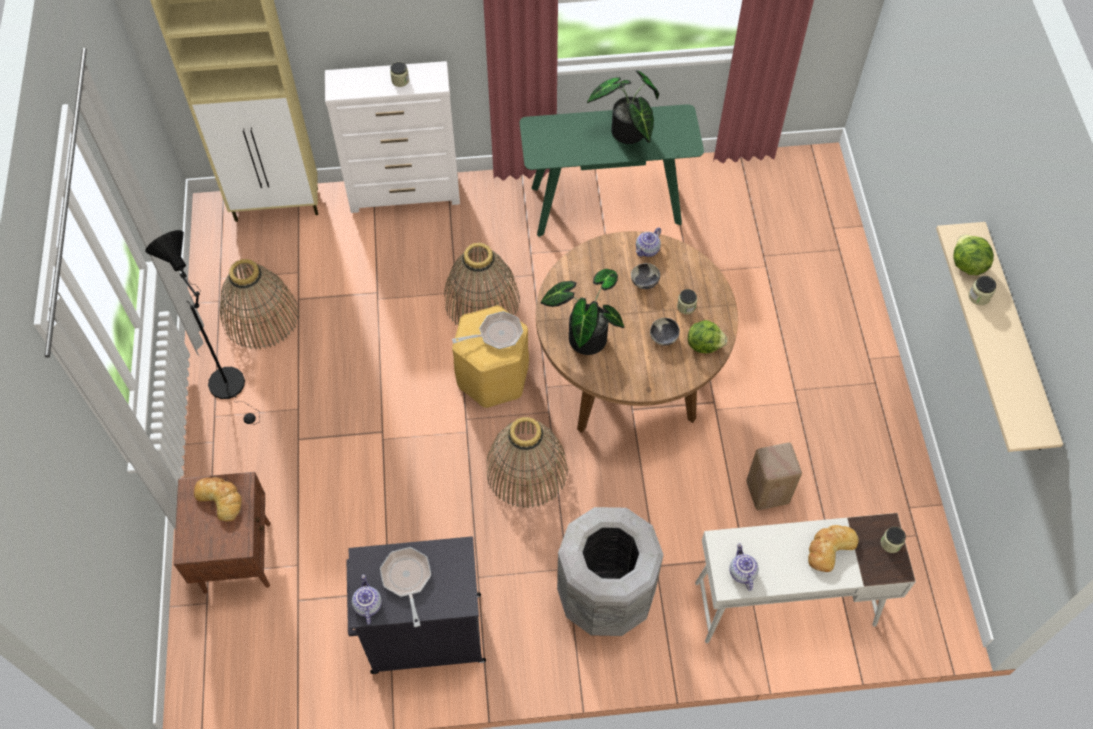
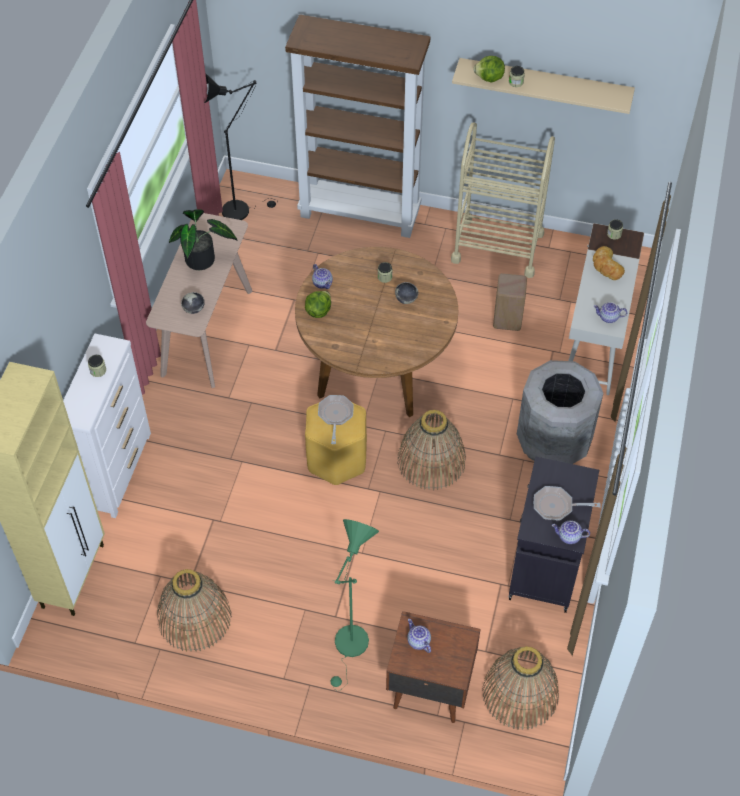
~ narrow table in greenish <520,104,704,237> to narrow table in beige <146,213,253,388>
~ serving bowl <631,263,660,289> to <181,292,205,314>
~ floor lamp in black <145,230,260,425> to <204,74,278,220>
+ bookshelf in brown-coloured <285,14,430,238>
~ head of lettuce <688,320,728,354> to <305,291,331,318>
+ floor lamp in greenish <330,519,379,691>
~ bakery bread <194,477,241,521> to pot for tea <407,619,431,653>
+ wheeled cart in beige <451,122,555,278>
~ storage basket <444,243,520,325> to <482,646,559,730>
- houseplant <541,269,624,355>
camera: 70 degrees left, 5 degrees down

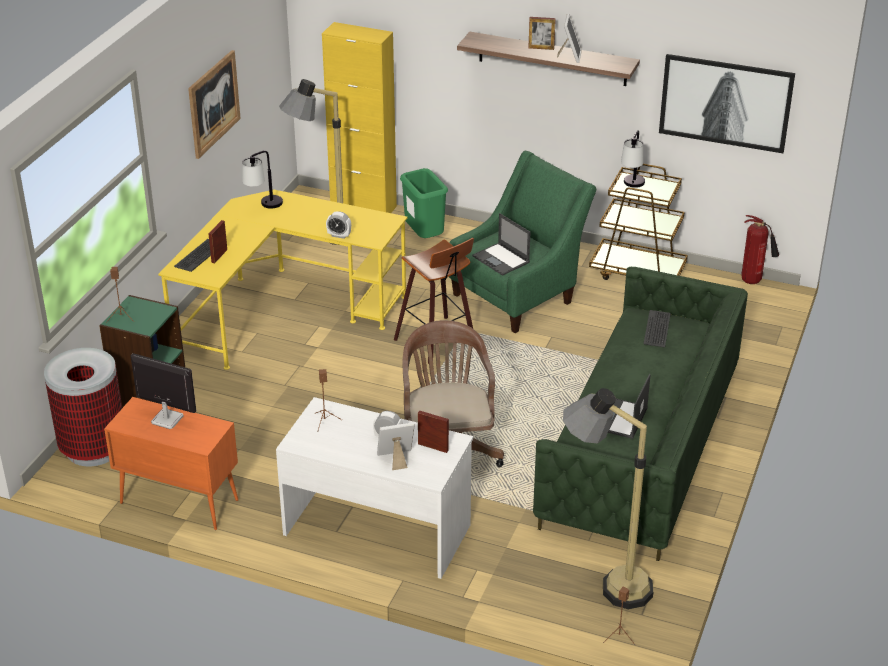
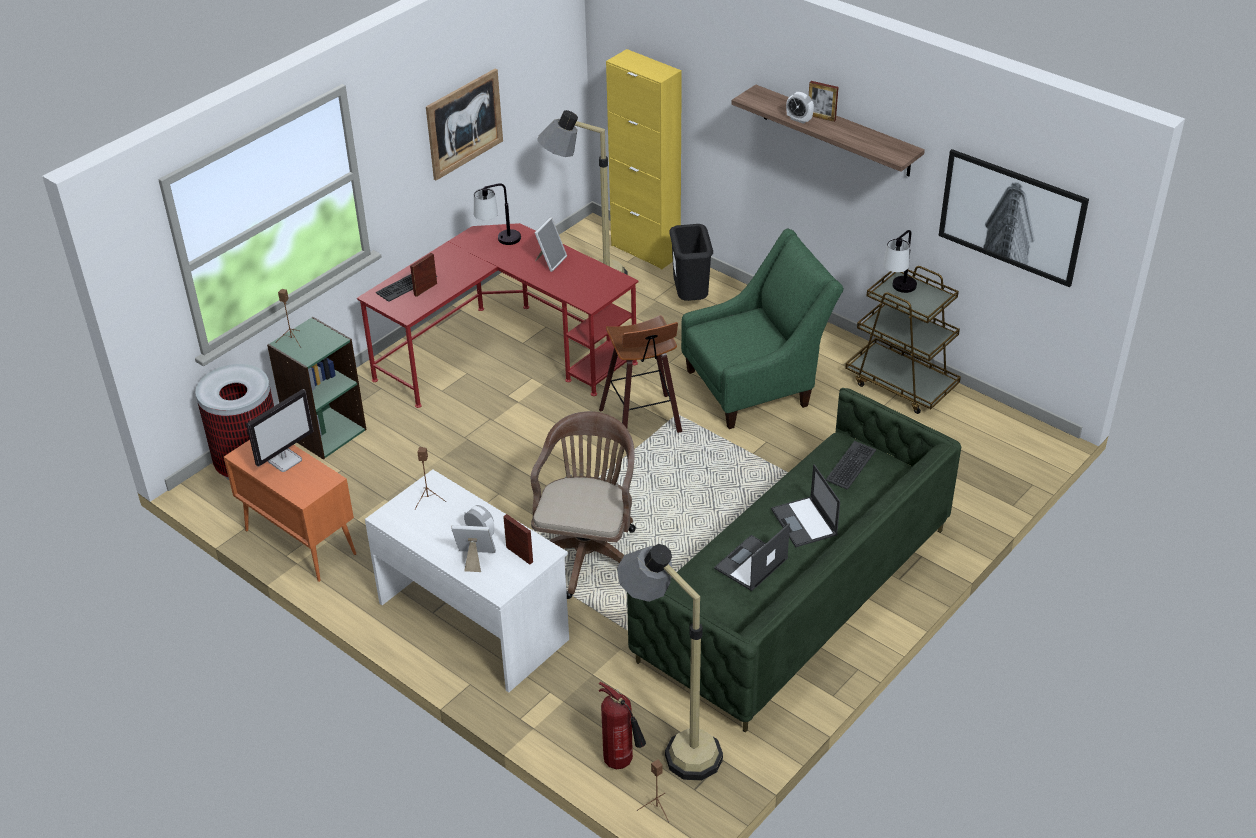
~ monitor <131,353,196,429> = <246,389,313,472> 90 degrees clockwise
~ desk in yellow <158,190,407,370> to desk in reddish <357,223,639,408>
~ standing frame <557,14,582,63> to <535,217,567,272>
~ fire extinguisher <741,215,779,284> to <599,682,646,769>
~ trash can in greenish <400,168,448,238> to trash can in black <669,224,713,301>
~ portable computer <472,213,530,276> to <771,464,840,548>
~ table clock <326,211,351,239> to <786,92,814,124>
camera: 20 degrees right, 5 degrees up

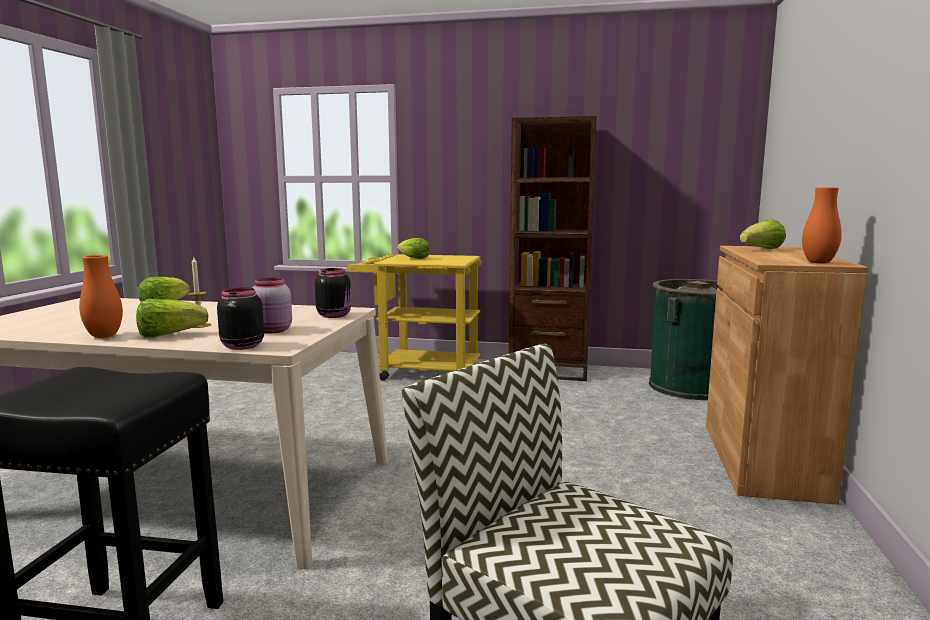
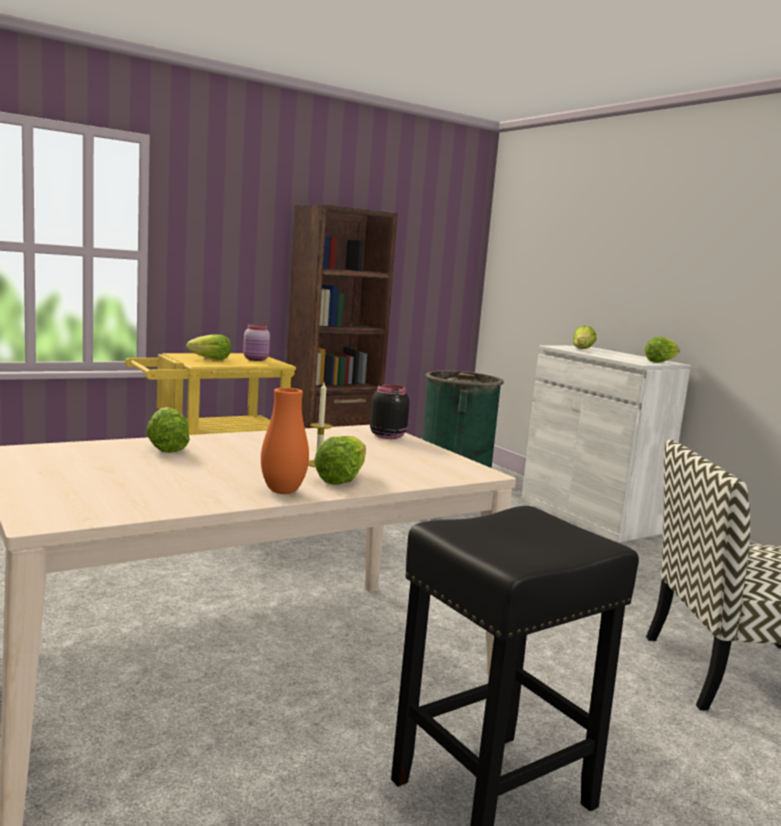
~ preserve jar in pink-coloured <253,278,292,334> to <243,324,270,361>
~ storage cabinet in brown-coloured <706,246,868,505> to storage cabinet in white-coloured <521,345,691,543>
~ flower vase in orange-coloured <802,187,842,263> to head of lettuce <644,337,680,363>
- preserve jar in black <217,288,264,350>
camera: 45 degrees left, 0 degrees up

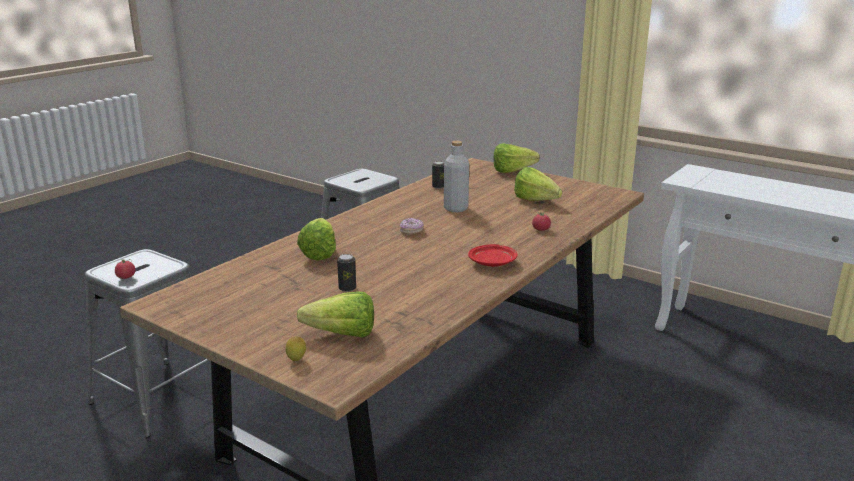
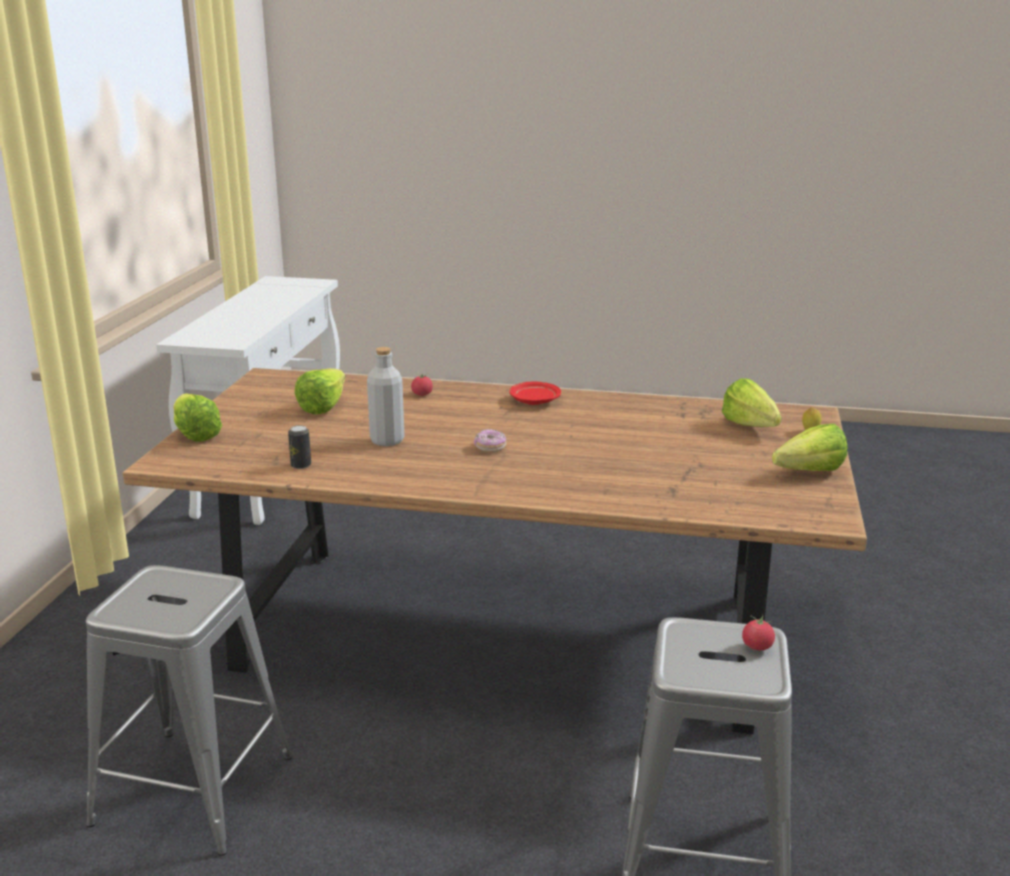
~ head of lettuce <297,218,336,261> to <772,424,847,471>
- sealed can <337,254,356,292>
camera: 115 degrees left, 0 degrees up

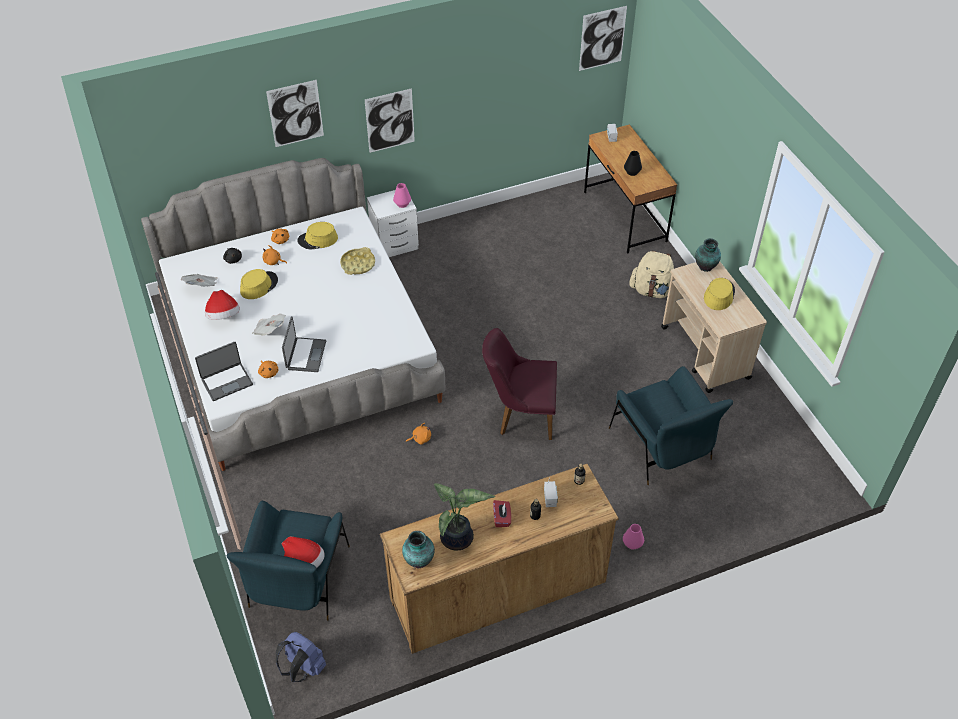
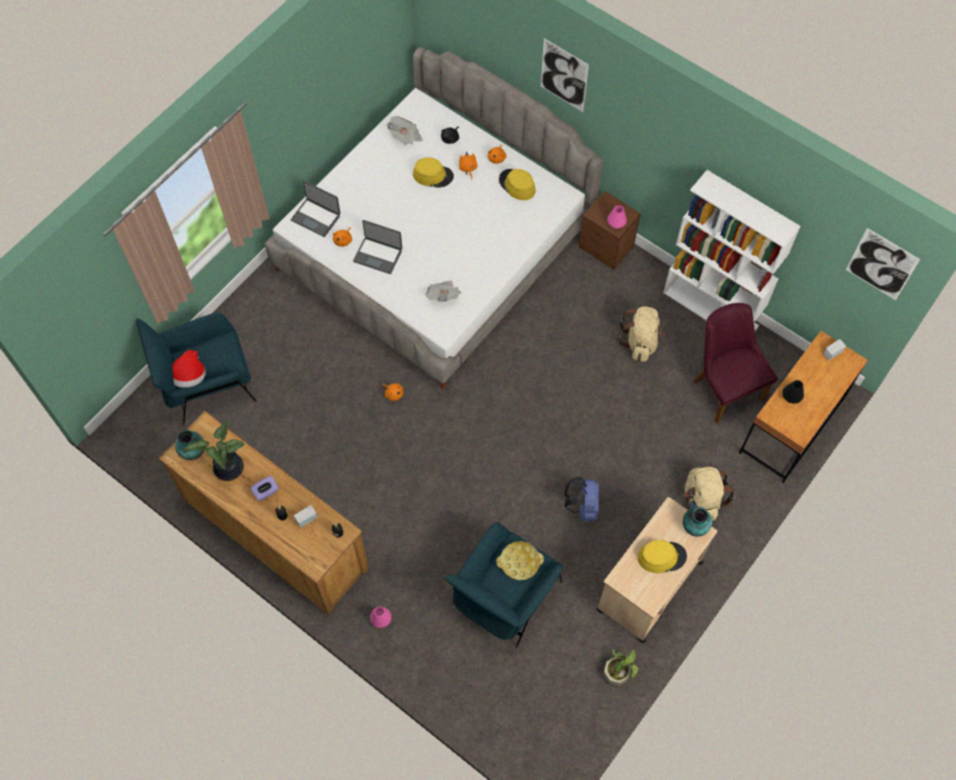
~ tissue holder in reddish <493,500,511,527> to tissue holder in purple-coloured <250,476,279,501>
~ portable computer <282,317,326,372> = <353,220,402,274> 45 degrees clockwise
~ printed paper <252,314,286,335> to <425,280,461,302>
~ carrying tray in yellow <340,247,375,275> to <496,541,544,580>
~ backpack in blue <276,632,326,682> to <564,477,599,522>
~ night table in white-coloured <367,190,419,257> to night table in brown-coloured <579,191,641,270>
+ houseplant <603,649,638,687>
+ backpack in beige <617,307,665,362>
+ bookshelf in white-coloured <663,170,801,331>
~ upright chair in purple-coloured <482,328,557,440> to <694,303,778,424>
- clothing hat <205,290,240,320>
- wall art <365,88,415,153>
camera: 60 degrees right, 15 degrees up

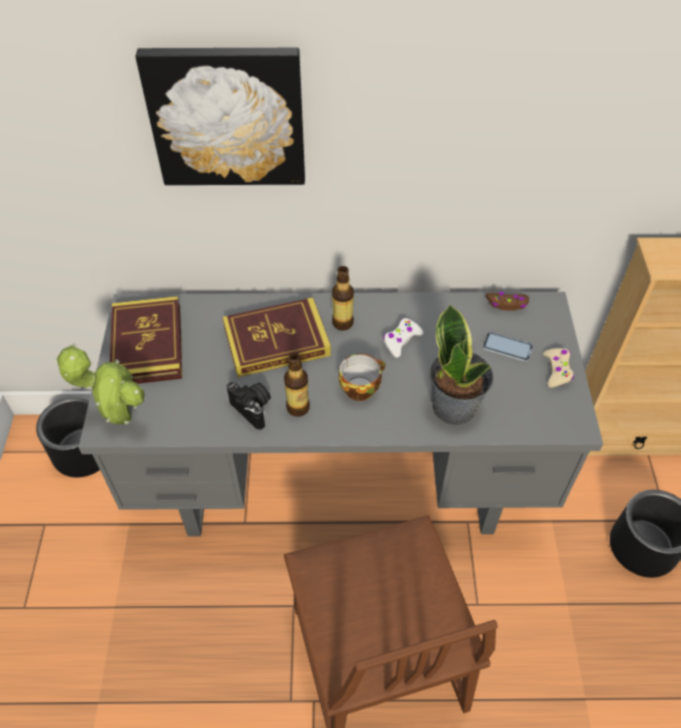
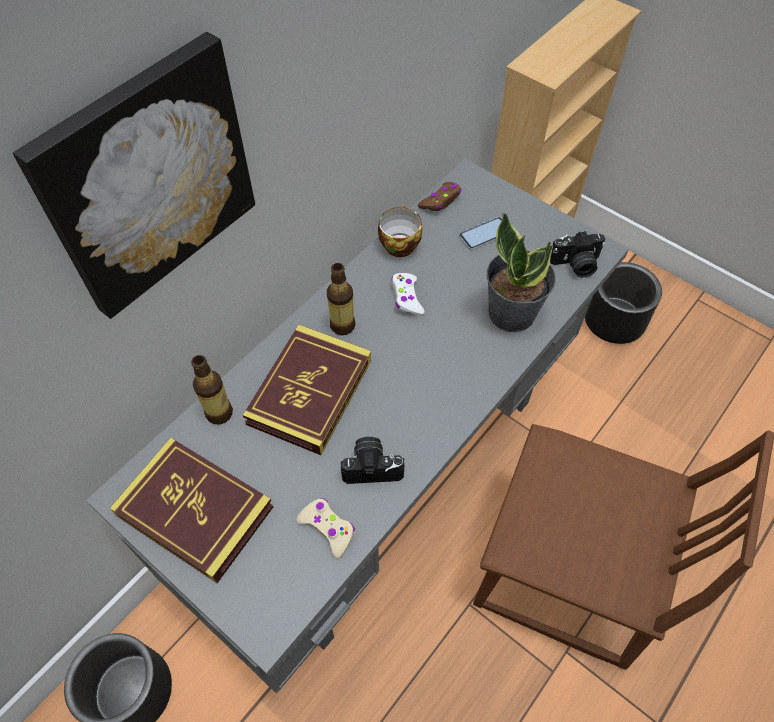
~ drink bottle <284,353,310,417> to <191,355,233,425>
~ gamepad in beige <543,348,574,388> to <297,498,355,558>
~ small cup <339,353,385,401> to <378,206,422,257>
+ photo camera <550,231,605,278>
- houseplant <55,343,145,424>
camera: 50 degrees left, 5 degrees up

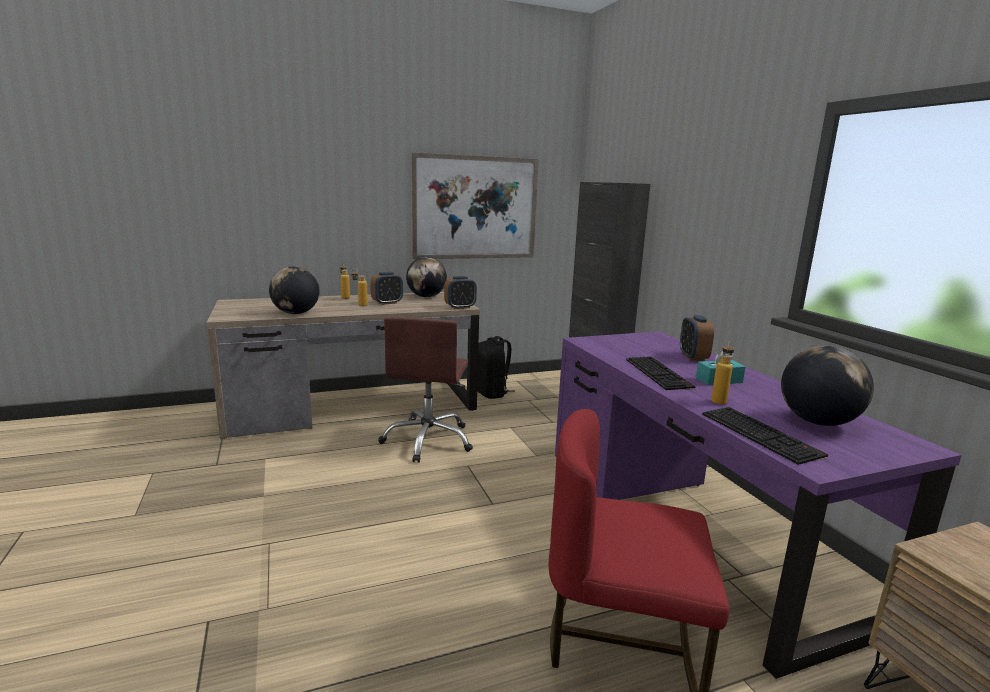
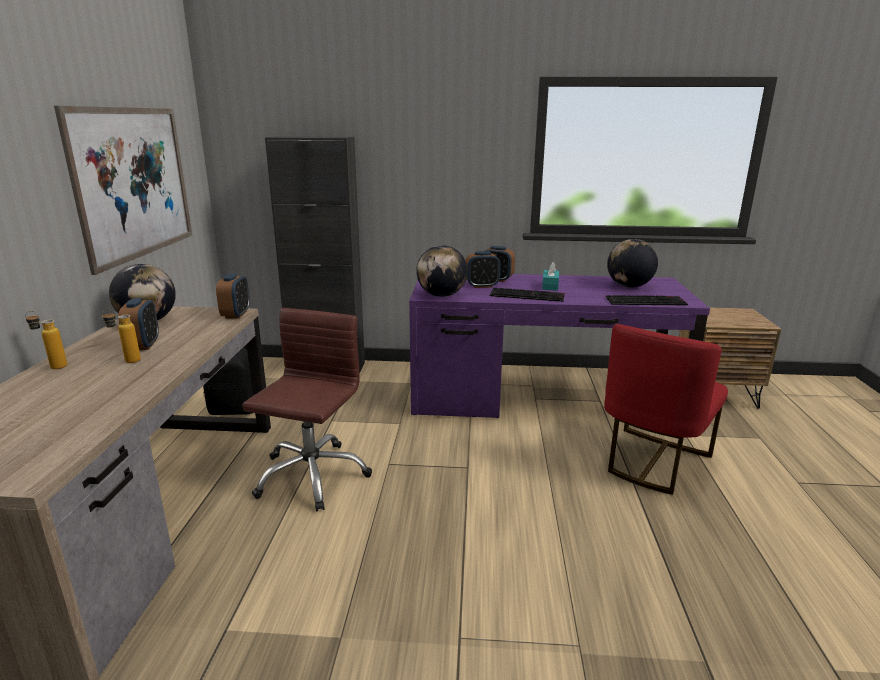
~ computer chair in brown-coloured <378,317,473,463> = <242,308,372,511> 105 degrees counterclockwise
~ world globe <269,266,320,314> to <416,245,468,297>
+ table clock <466,251,501,288>
- drink bottle <711,341,734,405>
camera: 65 degrees left, 5 degrees up

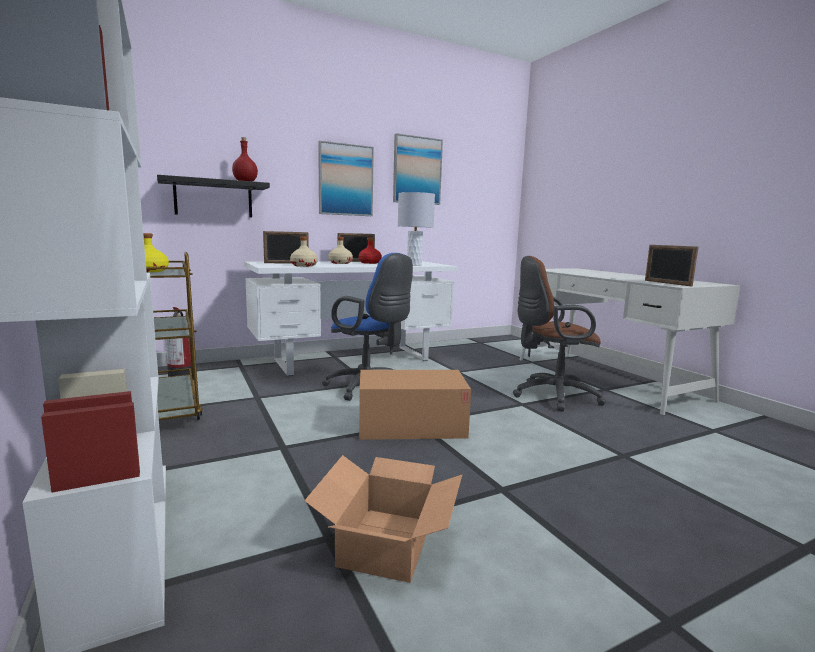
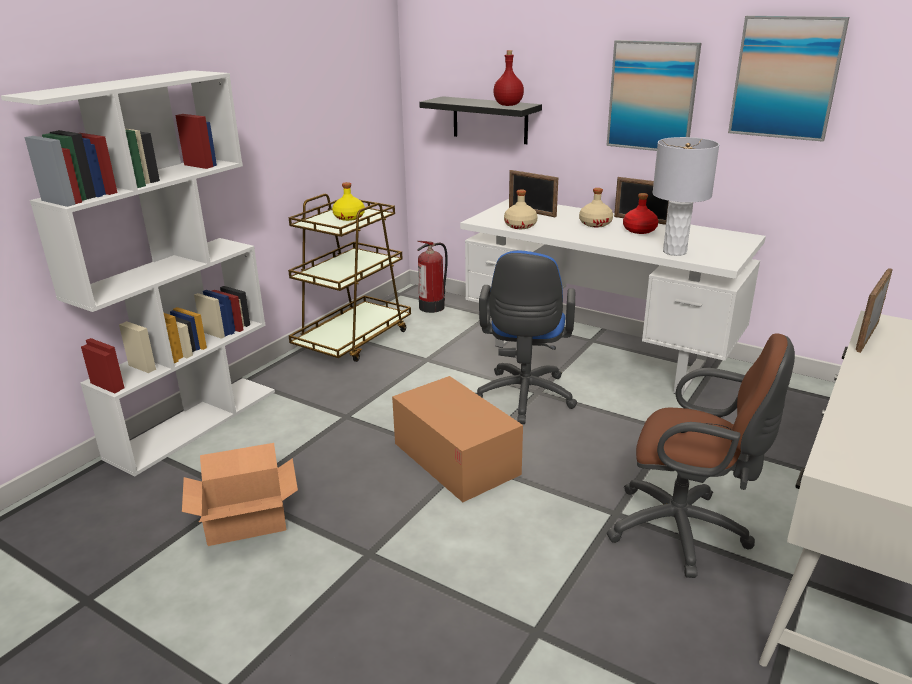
~ computer chair in brown-coloured <513,256,606,411> = <607,333,795,578> 150 degrees clockwise
~ standing frame <645,245,698,286> to <856,268,893,353>
camera: 60 degrees right, 15 degrees up

